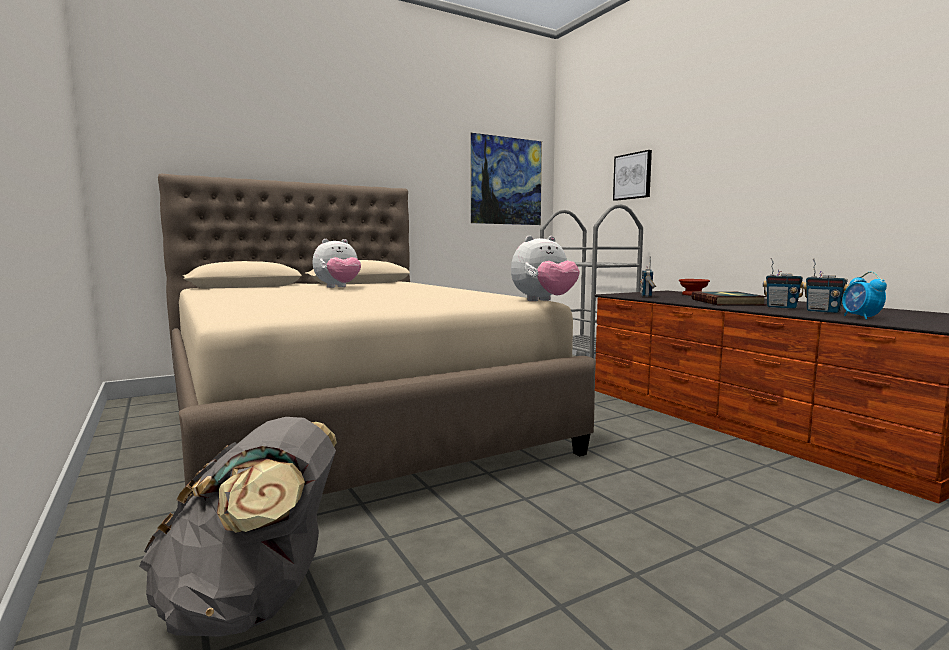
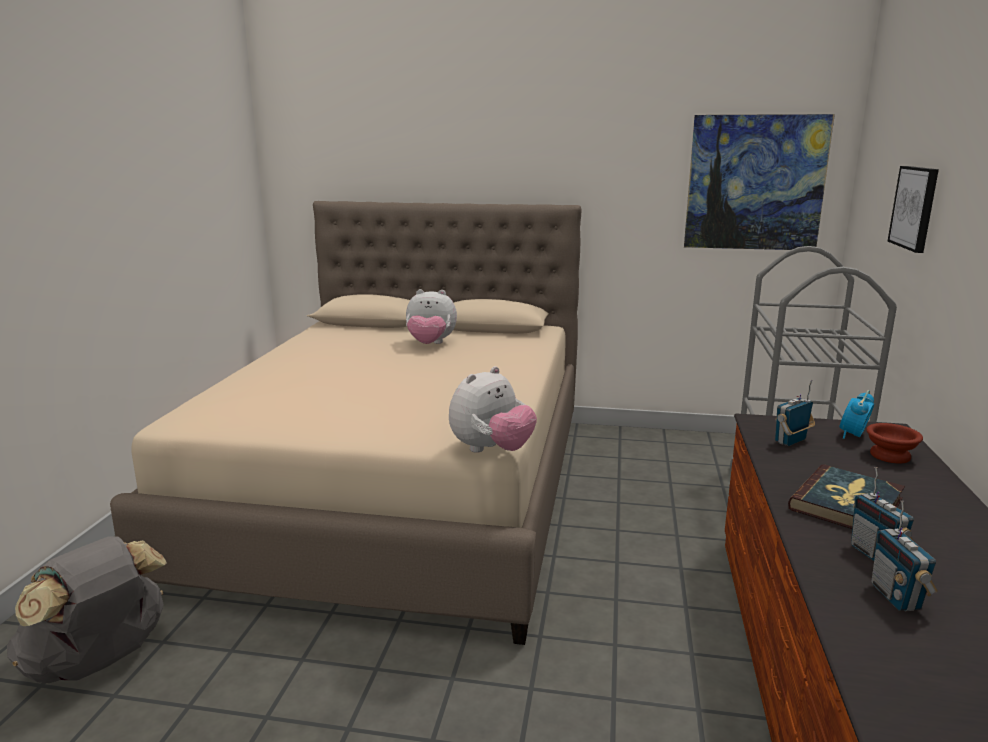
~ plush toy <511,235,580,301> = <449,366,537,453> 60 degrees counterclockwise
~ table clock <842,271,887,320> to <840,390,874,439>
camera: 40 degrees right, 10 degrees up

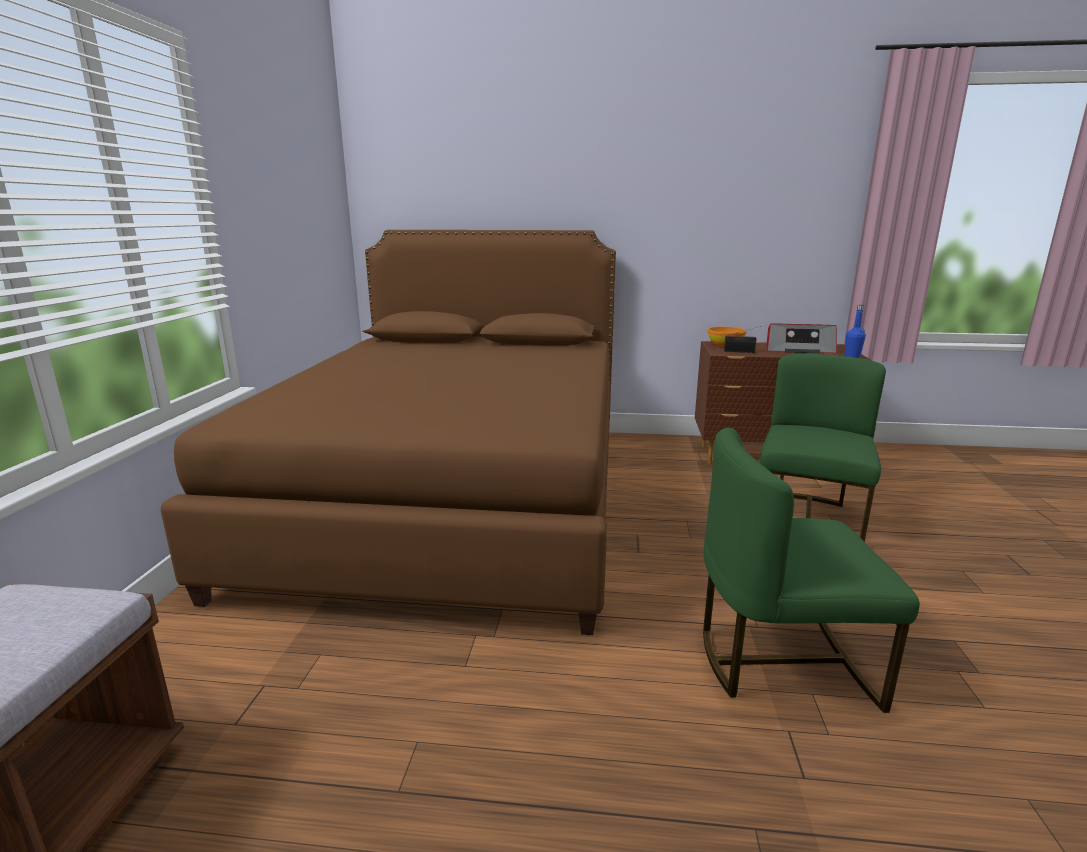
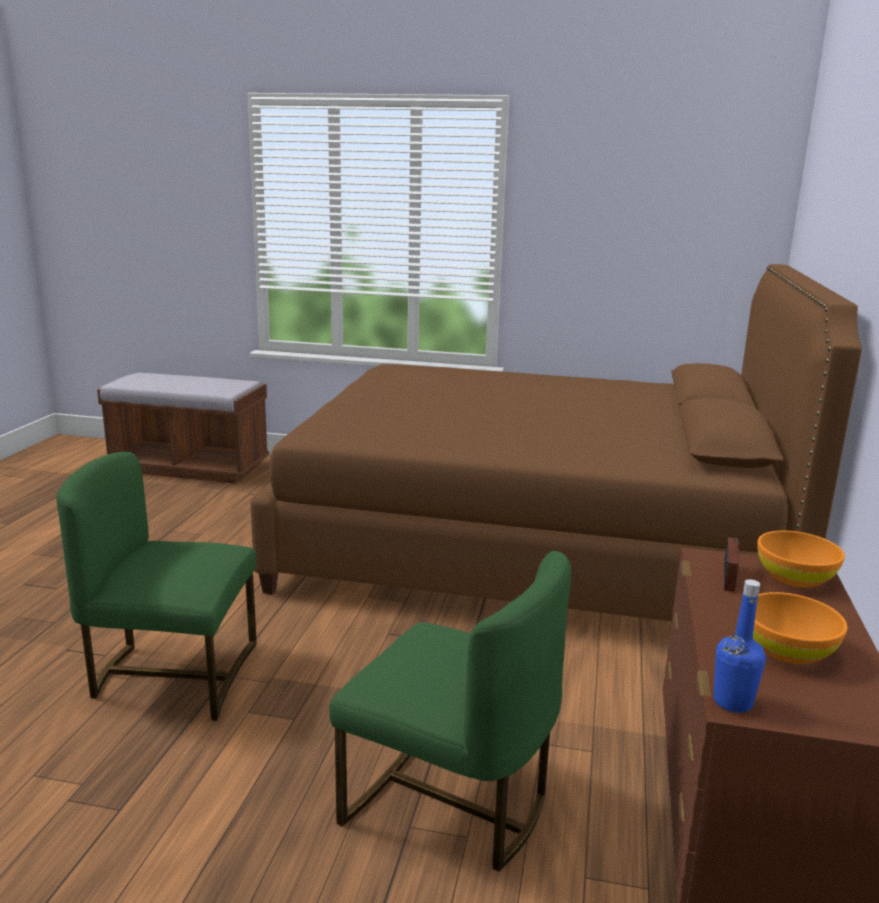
~ upright chair in greenish <703,428,920,713> = <56,452,257,721> 90 degrees counterclockwise
~ radio receiver <766,324,837,353> to serving bowl in orange-coloured <753,592,848,664>
camera: 95 degrees right, 0 degrees up

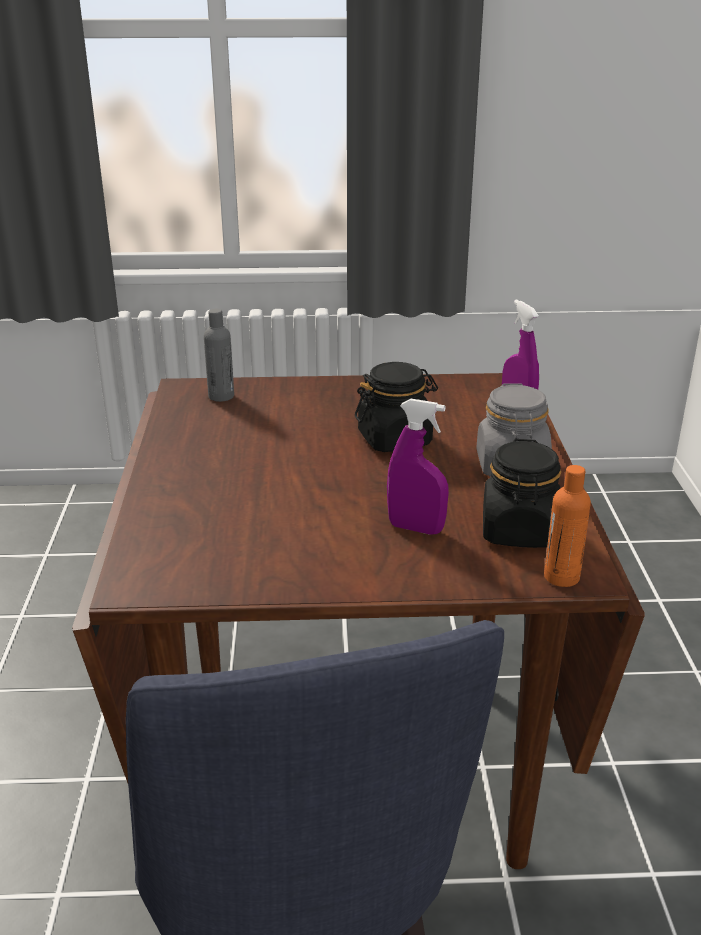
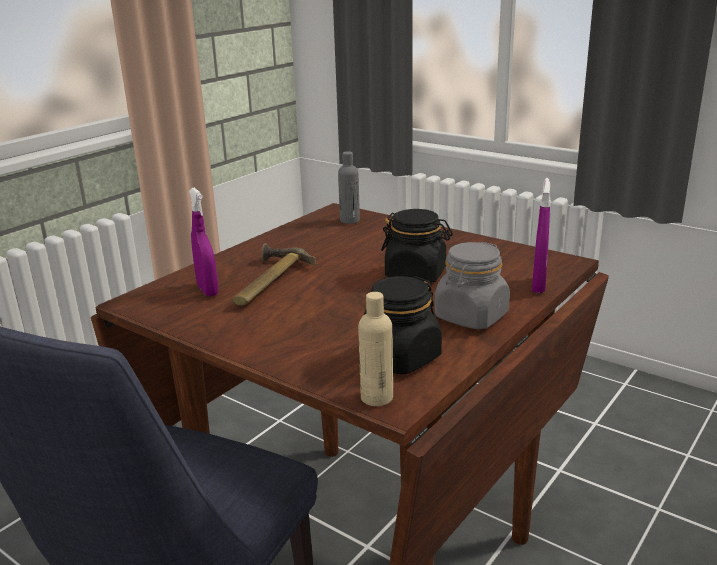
~ hand sprayer in purple-coloured <387,399,449,535> to <189,187,219,296>
+ hammer <233,243,316,306>
~ drink bottle in orange-coloured <544,465,591,587> to drink bottle in beige <358,292,393,406>
camera: 40 degrees right, 5 degrees down

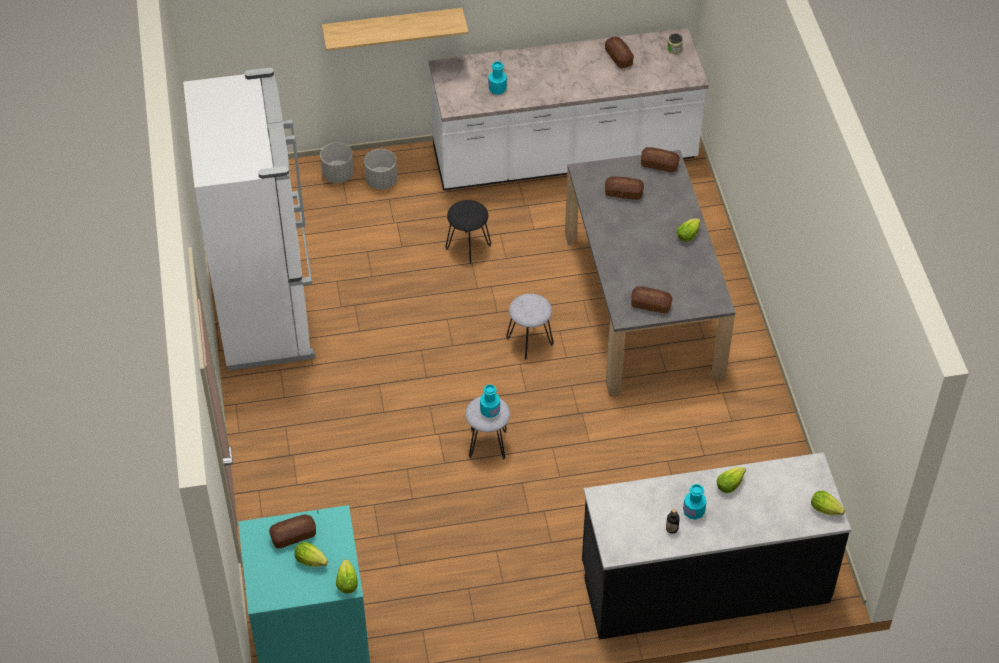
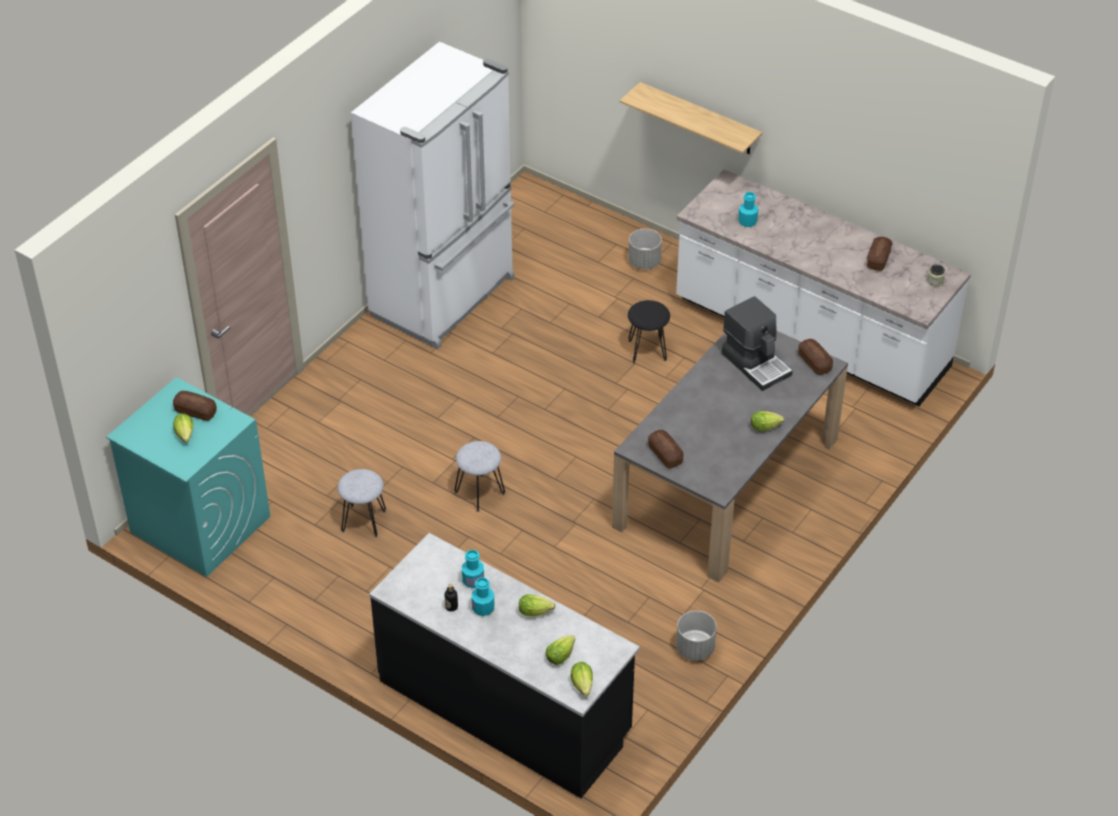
~ sitting stool in greyish <506,294,554,360> to <337,469,386,537>
~ drink bottle in blue-green <480,384,500,418> to <462,550,484,588>
~ head of lettuce <336,559,358,594> to <545,635,575,665>
~ flower pot in greyish <320,142,354,183> to <676,611,717,661>
~ bakery bread <605,177,644,200> to coffee brewer <722,296,793,391>
camera: 45 degrees right, 5 degrees down

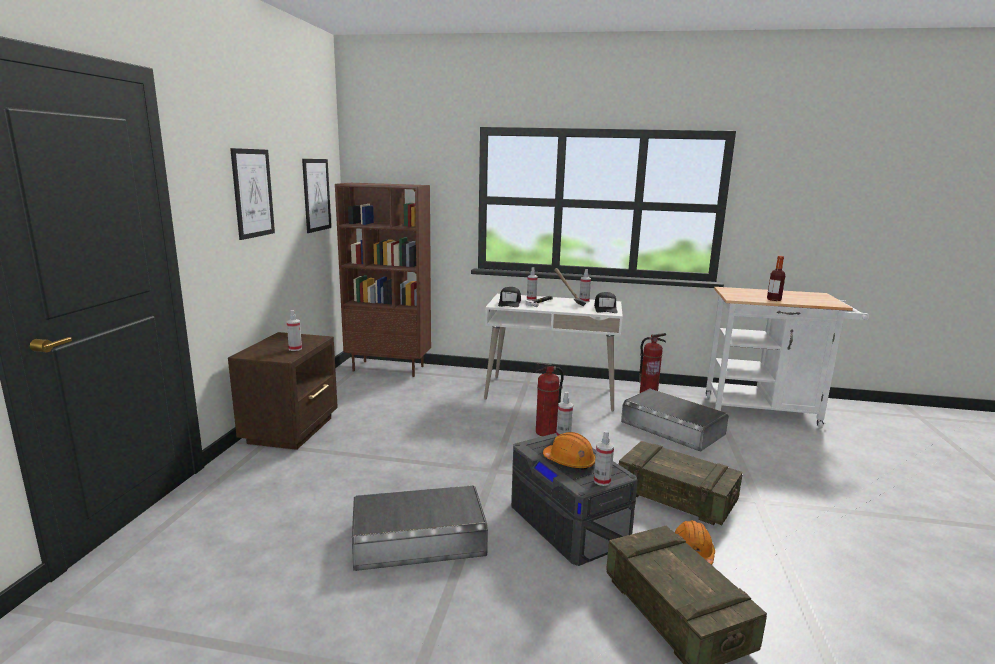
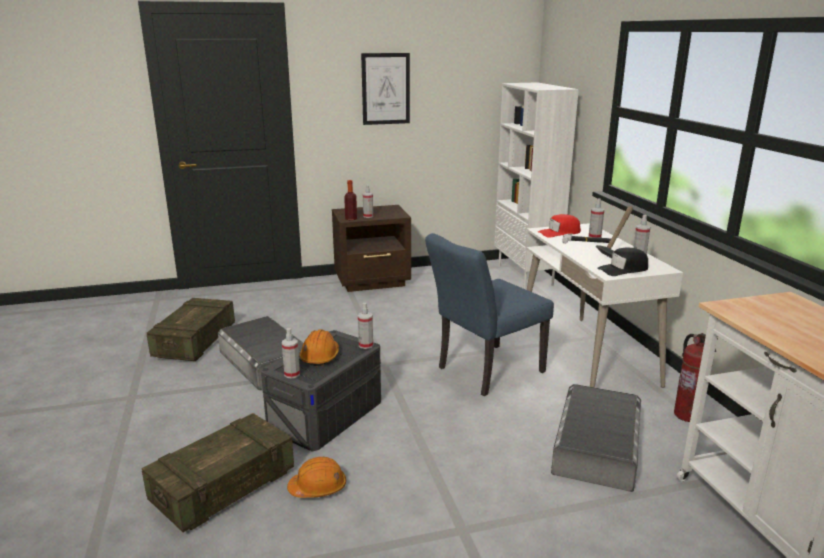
~ shipping crate <618,441,743,525> to <147,298,235,361>
~ drink bottle <767,256,785,301> to <344,180,357,220>
~ fire extinguisher <535,362,564,436> to upright chair in blue <425,233,554,396>
~ bookshelf in brown-coloured <335,183,431,377> to bookshelf in white-coloured <494,82,579,289>
~ cap in black <498,287,521,307> to cap in reddish <538,214,581,238>
- wall art <302,159,331,233>
camera: 65 degrees right, 5 degrees up

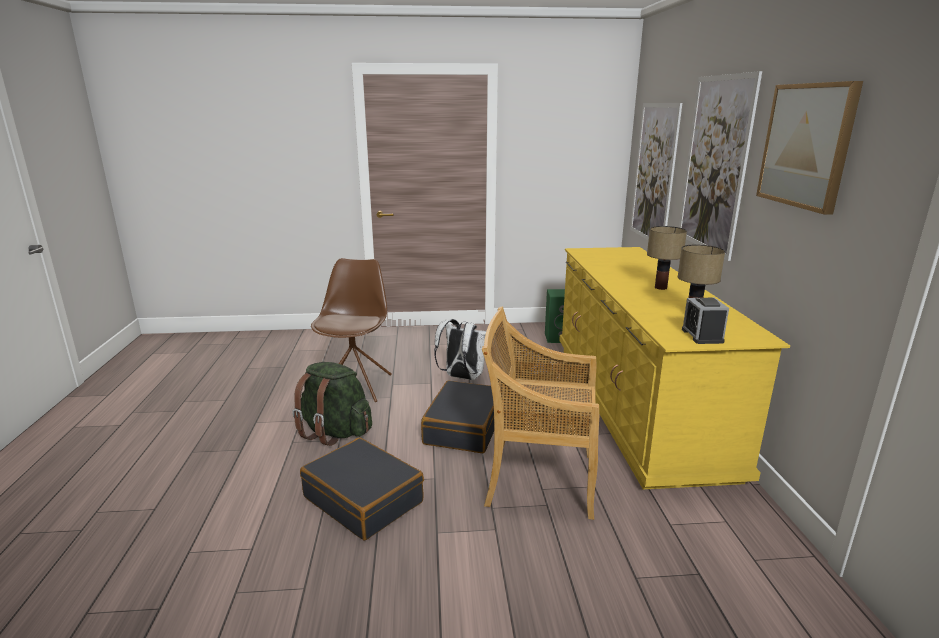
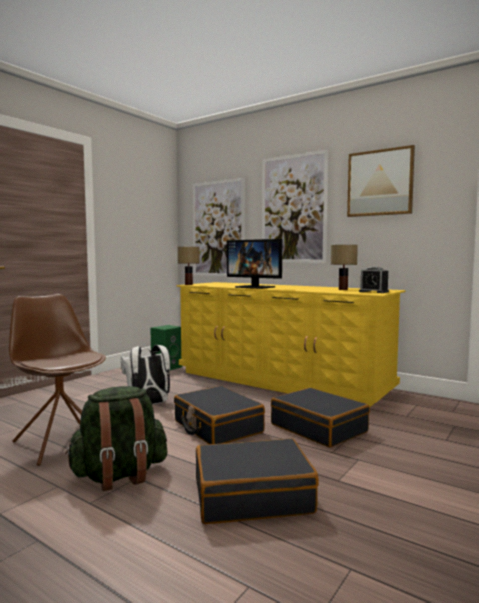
~ lamp for a table <647,226,687,290> to <177,247,200,285>
+ monitor <227,239,282,289>
~ upright chair in beige <482,306,599,520> to piece of luggage in black <271,387,370,447>
camera: 50 degrees left, 15 degrees down

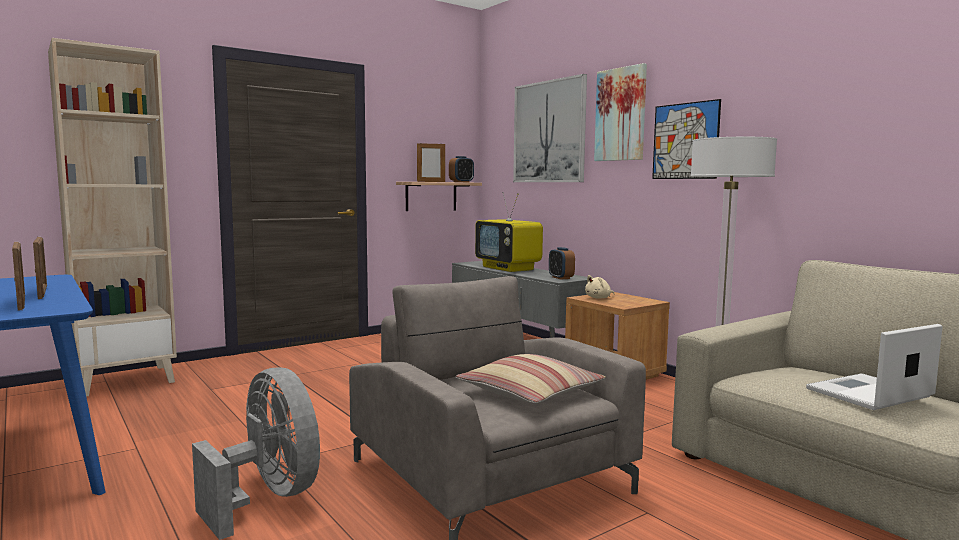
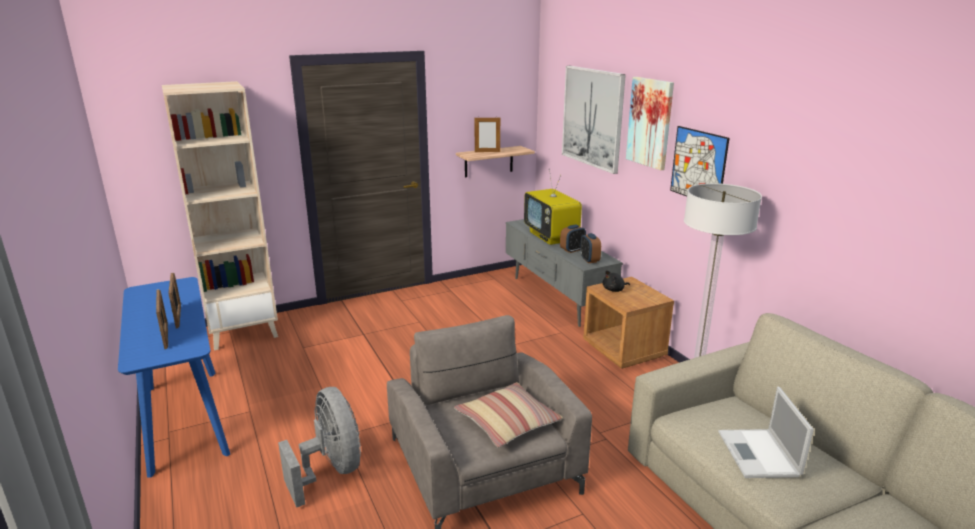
~ table clock <449,156,474,182> to <560,224,586,253>
~ plush toy in beige <585,275,615,299> to plush toy in black <602,270,630,292>
~ portable computer <806,324,943,410> = <718,387,814,478> 75 degrees counterclockwise
camera: 10 degrees right, 15 degrees up

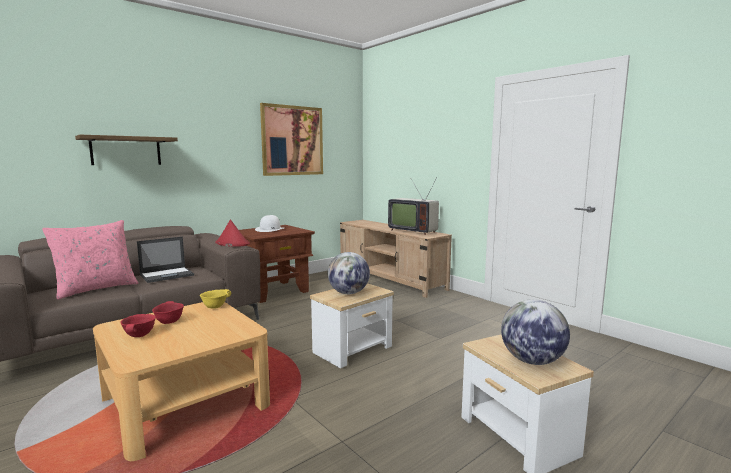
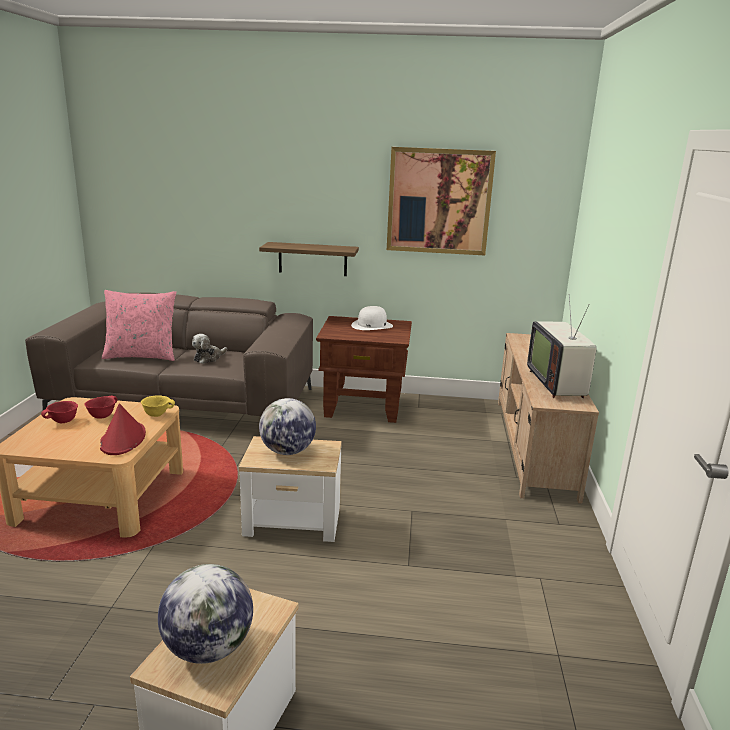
~ clothing hat in reddish <215,220,250,247> to <100,403,146,455>
~ portable computer <137,237,194,283> to plush toy <192,334,227,364>
~ shelf <75,135,178,165> to <259,242,359,276>
camera: 45 degrees right, 10 degrees up

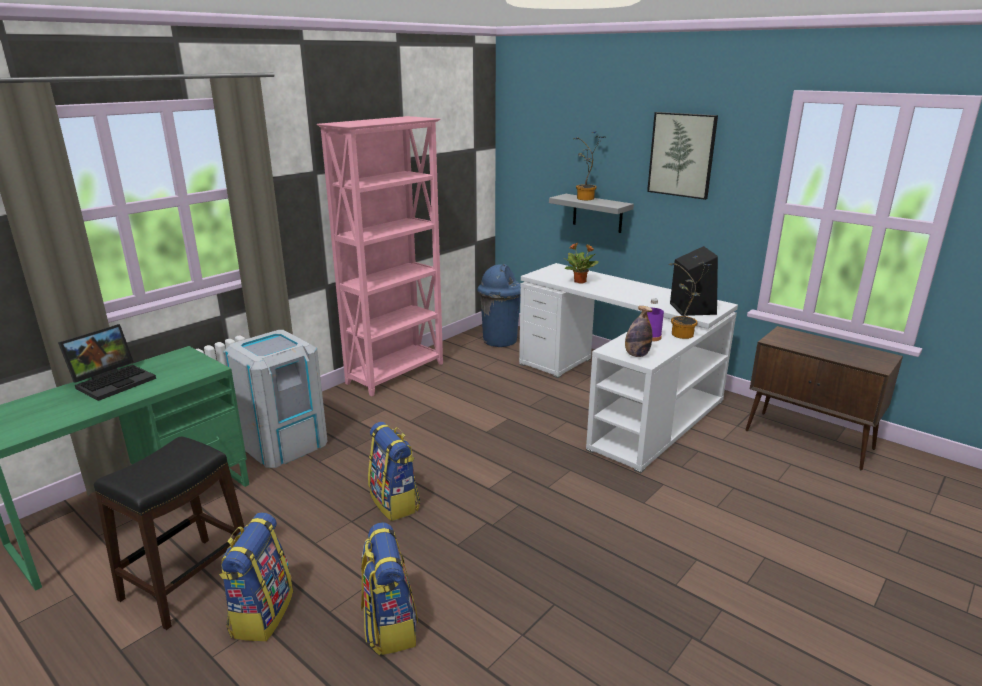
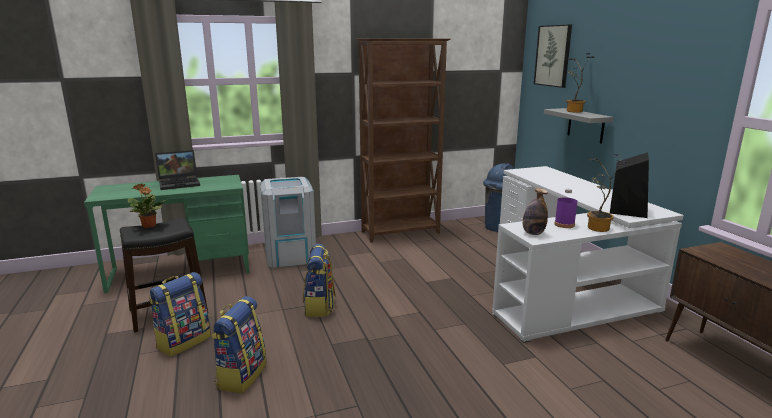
~ houseplant <564,243,599,284> to <128,183,166,228>
~ bookshelf in pink-coloured <317,116,443,396> to bookshelf in brown-coloured <356,38,450,242>
~ wall art <647,112,718,200> to <534,24,572,88>
camera: 30 degrees right, 5 degrees down

